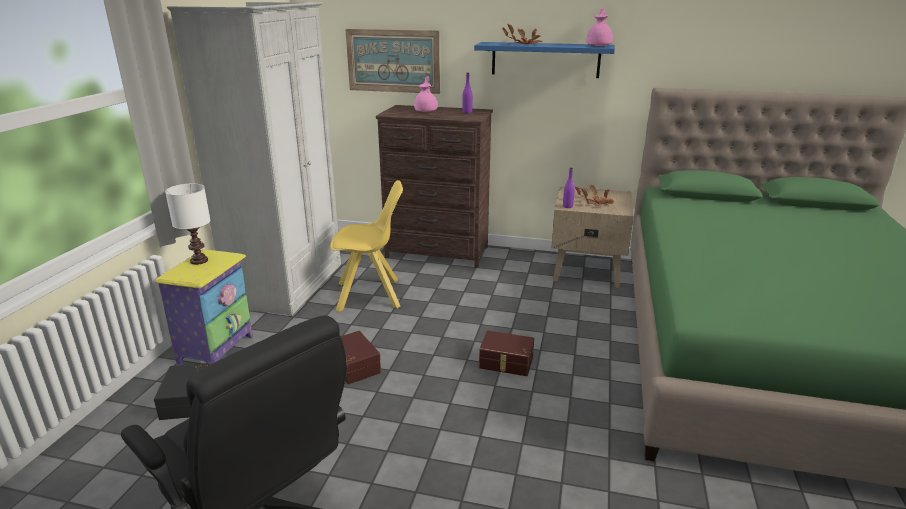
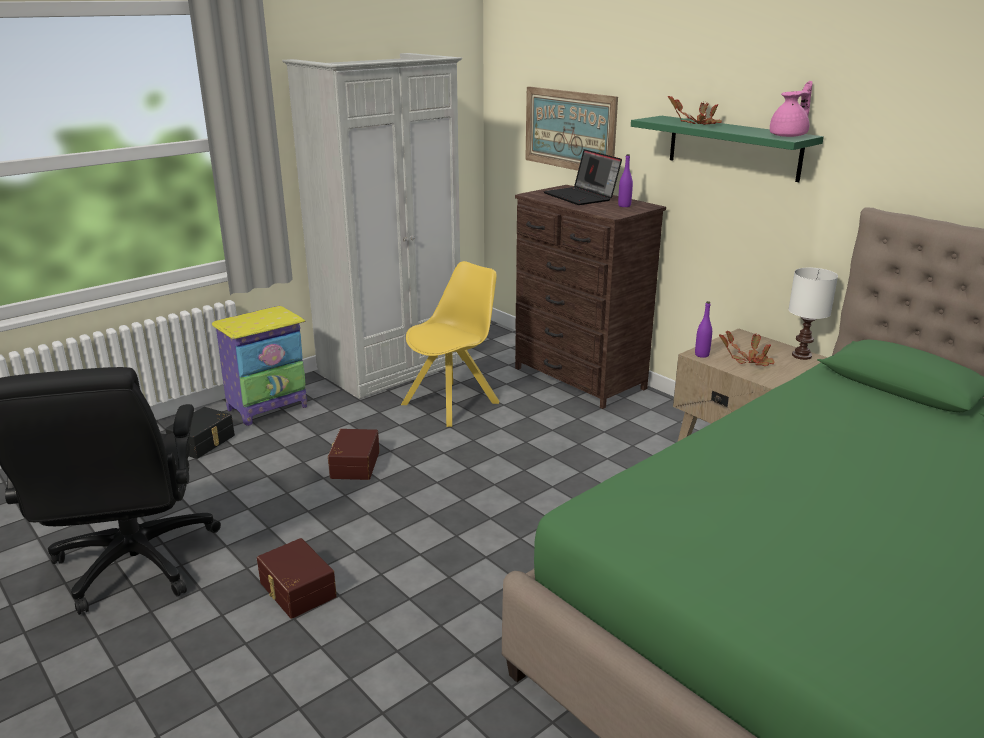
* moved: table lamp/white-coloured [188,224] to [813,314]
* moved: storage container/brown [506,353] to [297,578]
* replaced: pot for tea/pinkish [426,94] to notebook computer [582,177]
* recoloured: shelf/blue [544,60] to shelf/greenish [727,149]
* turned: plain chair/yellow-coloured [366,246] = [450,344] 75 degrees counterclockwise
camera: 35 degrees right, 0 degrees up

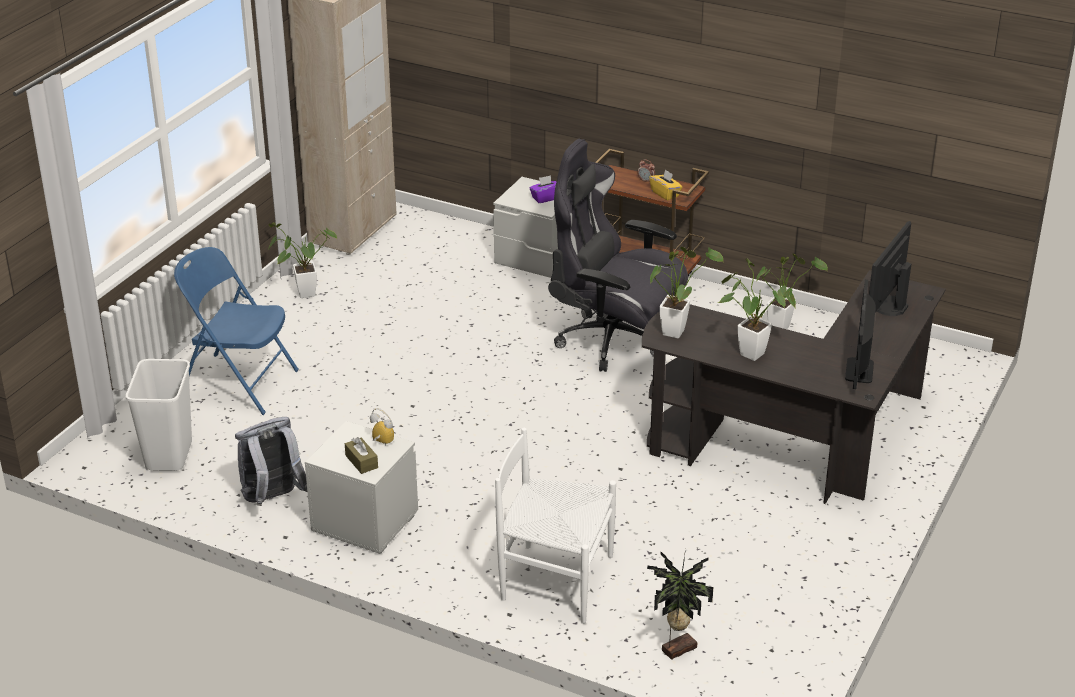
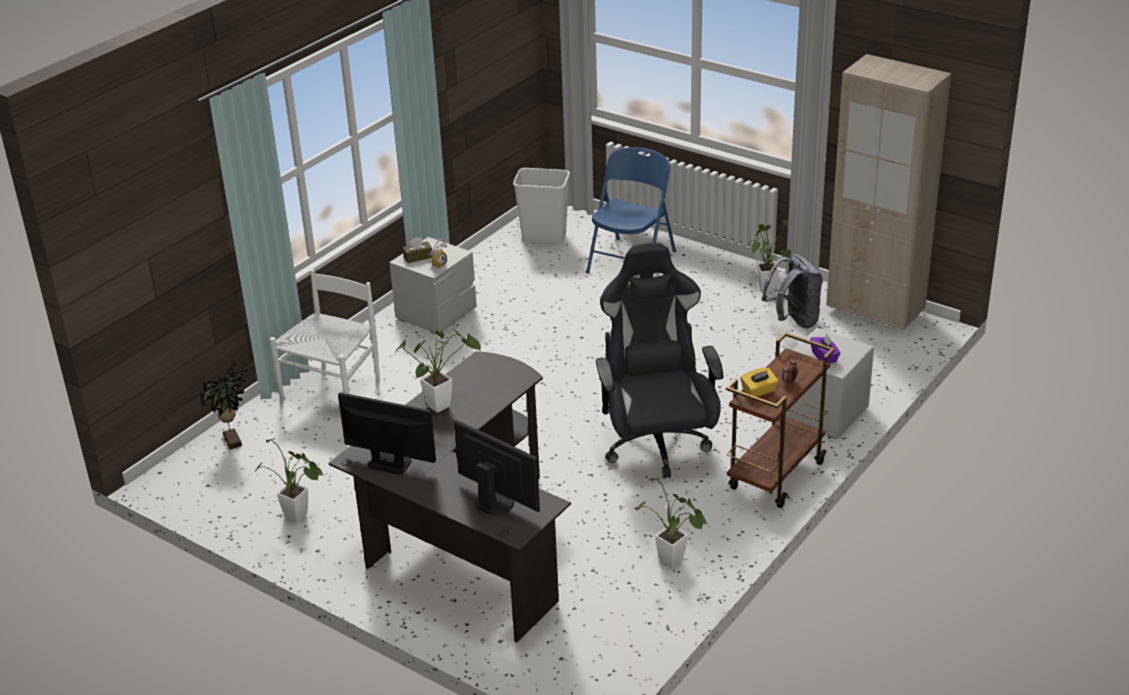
* moved: backpack/grey [271,461] to [792,291]
* moved: plant in a pot [686,292] to [289,480]
* turned: office chair/black [618,255] = [659,360] 45 degrees counterclockwise
camera: 100 degrees right, 0 degrees up

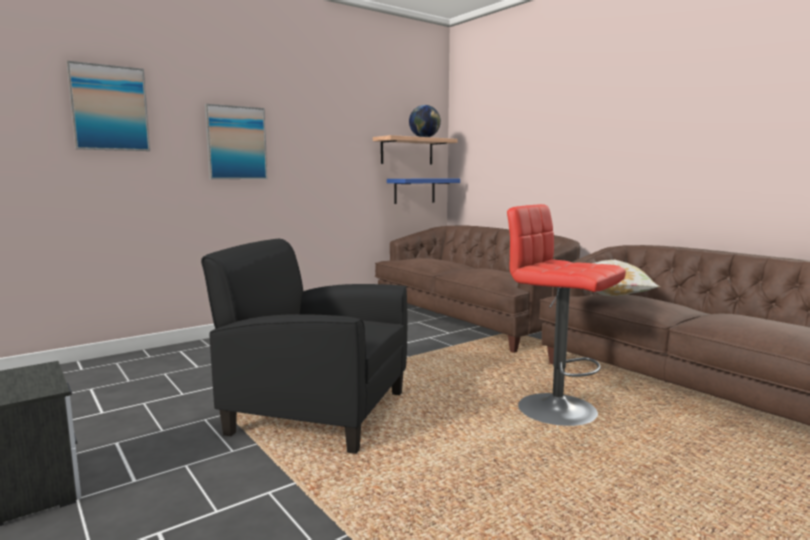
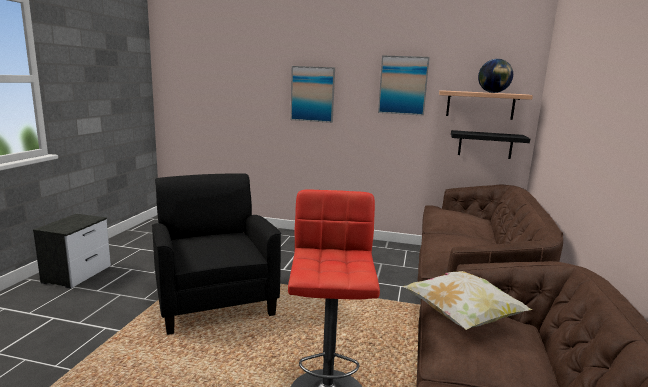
* moved: wall picture [108,106] to [403,85]
* recoloured: shelf/blue [423,191] to shelf/black [490,144]
camera: 50 degrees right, 5 degrees up

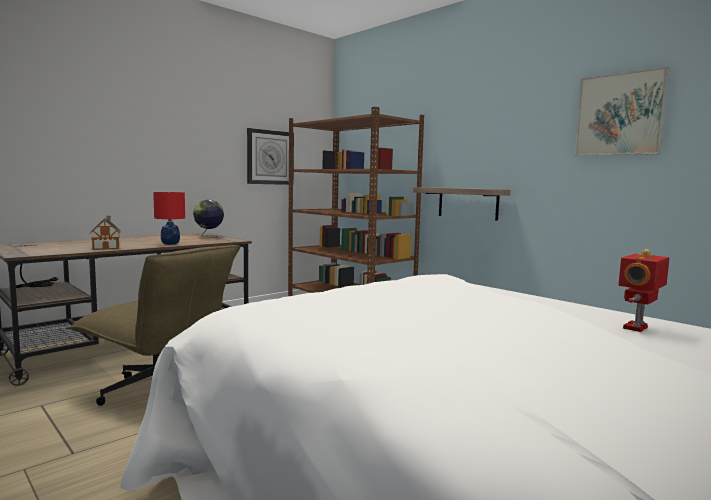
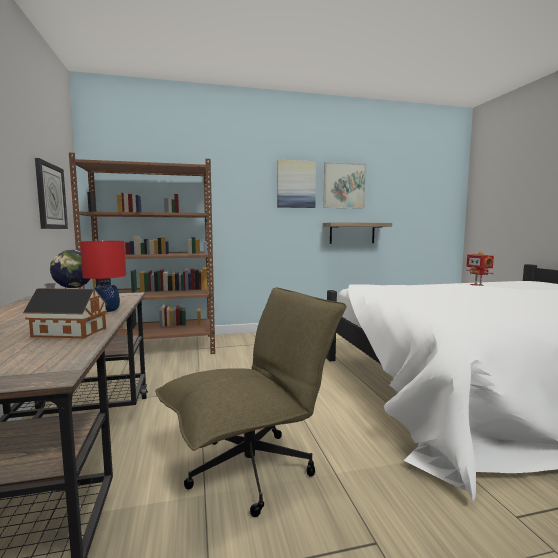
* added: wall picture [296,184]
* moved: shelf [461,204] to [357,233]
camera: 60 degrees left, 0 degrees up

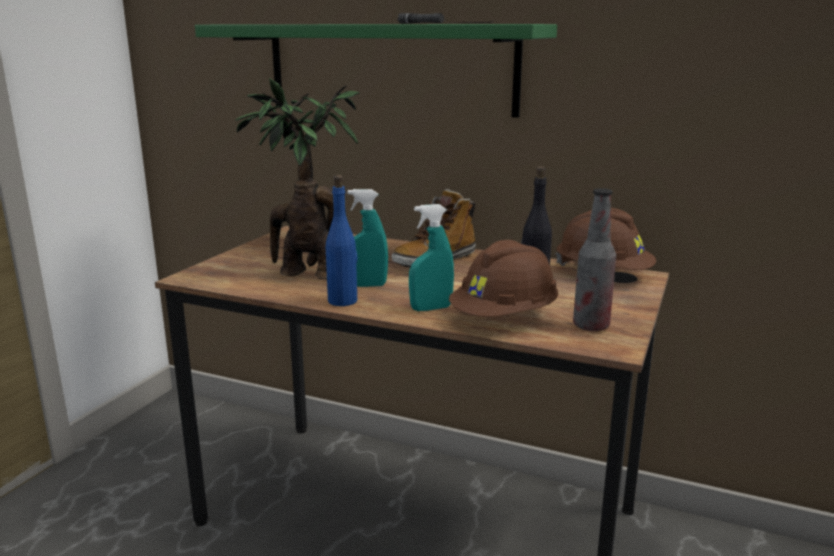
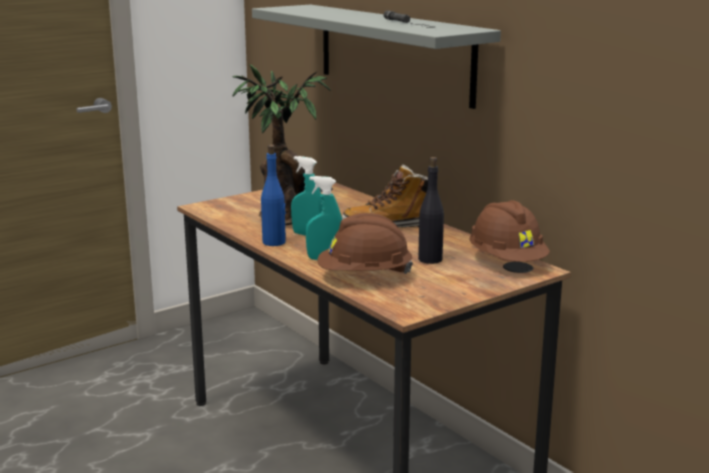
* removed: bottle [594,259]
* recoloured: shelf/greenish [376,71] to shelf/grey [376,56]
camera: 30 degrees right, 0 degrees up

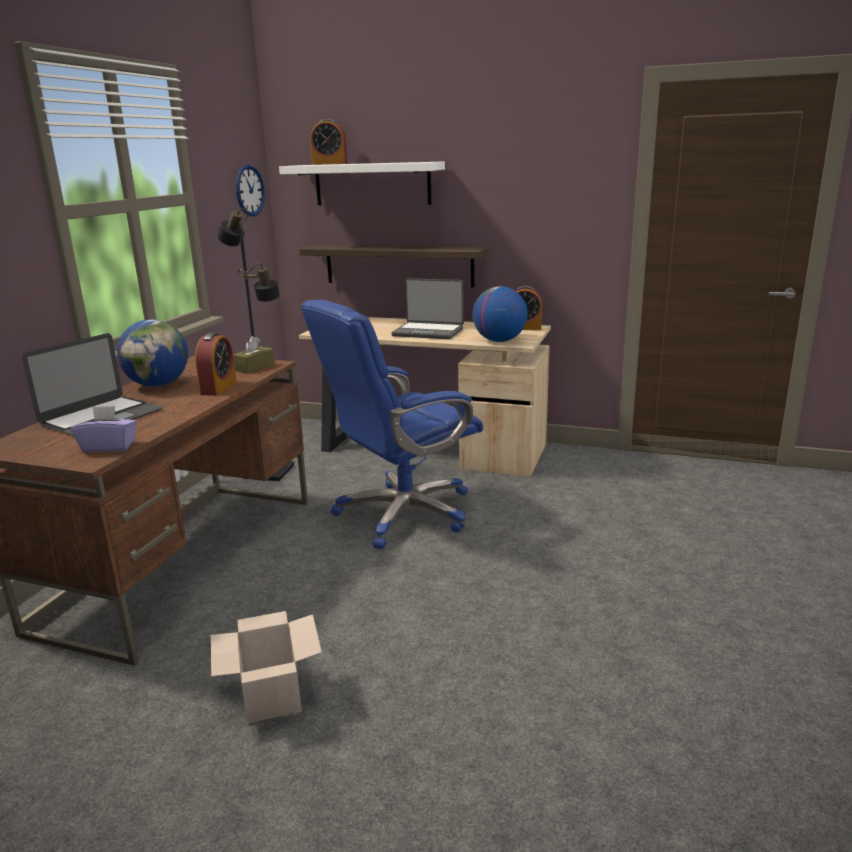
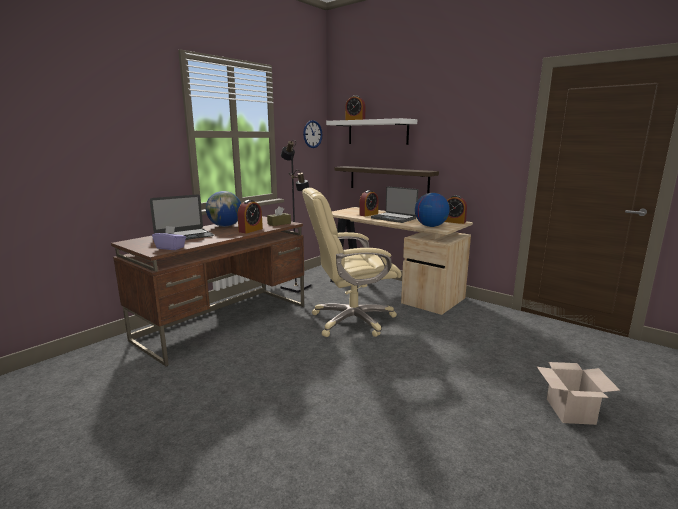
* added: table clock [368,203]
* moved: cardboard box [266,667] to [578,393]
* recoloured: office chair/blue [392,424] to office chair/beige [352,262]
camera: 20 degrees right, 5 degrees down

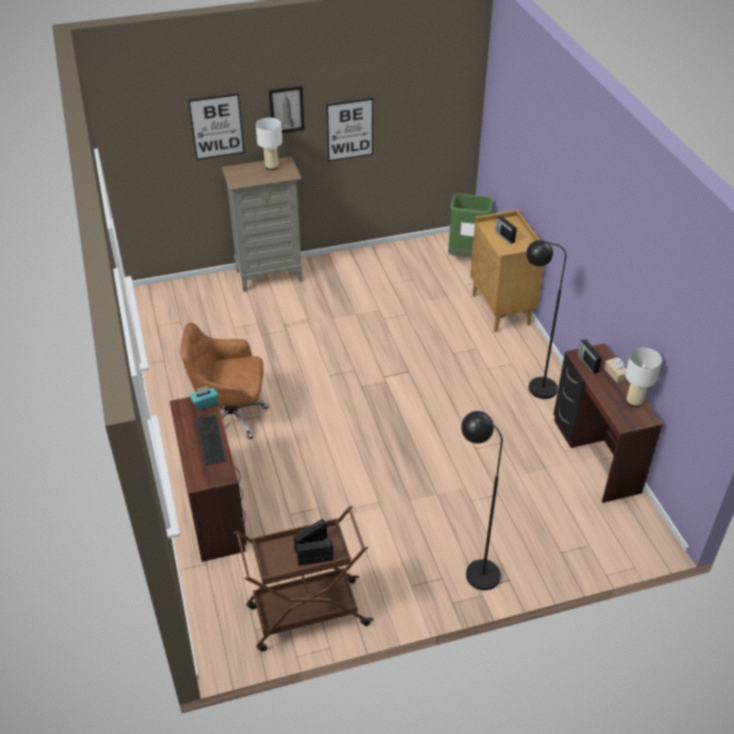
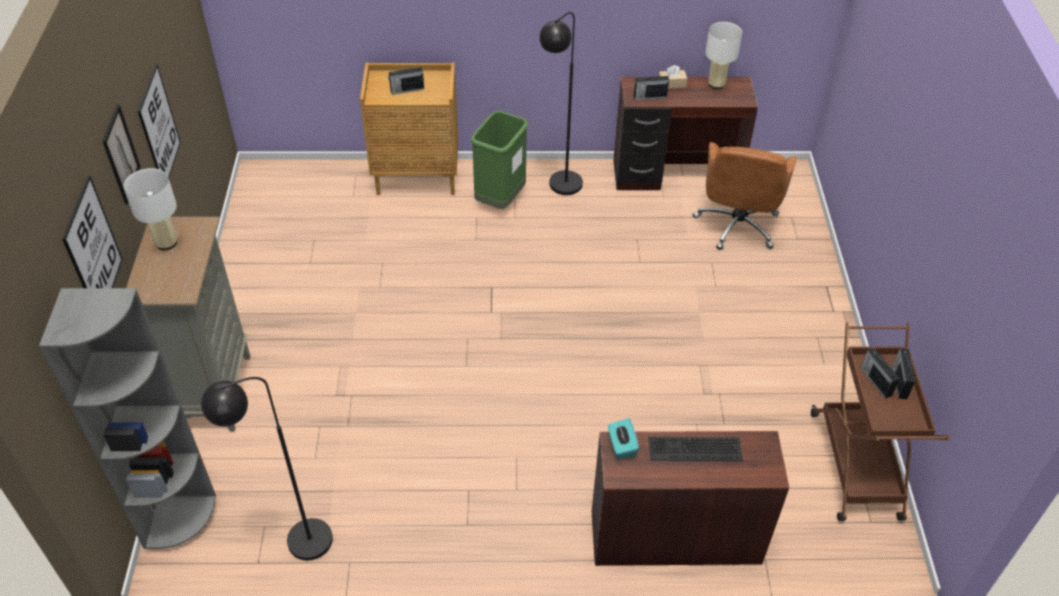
* added: bookshelf/grey [127,418]
* moved: office chair/brown [224,381] to [745,196]
* moved: trash can/greenish [470,226] to [499,160]
* moved: floor lamp/black [482,500] to [267,468]
camera: 75 degrees left, 5 degrees up

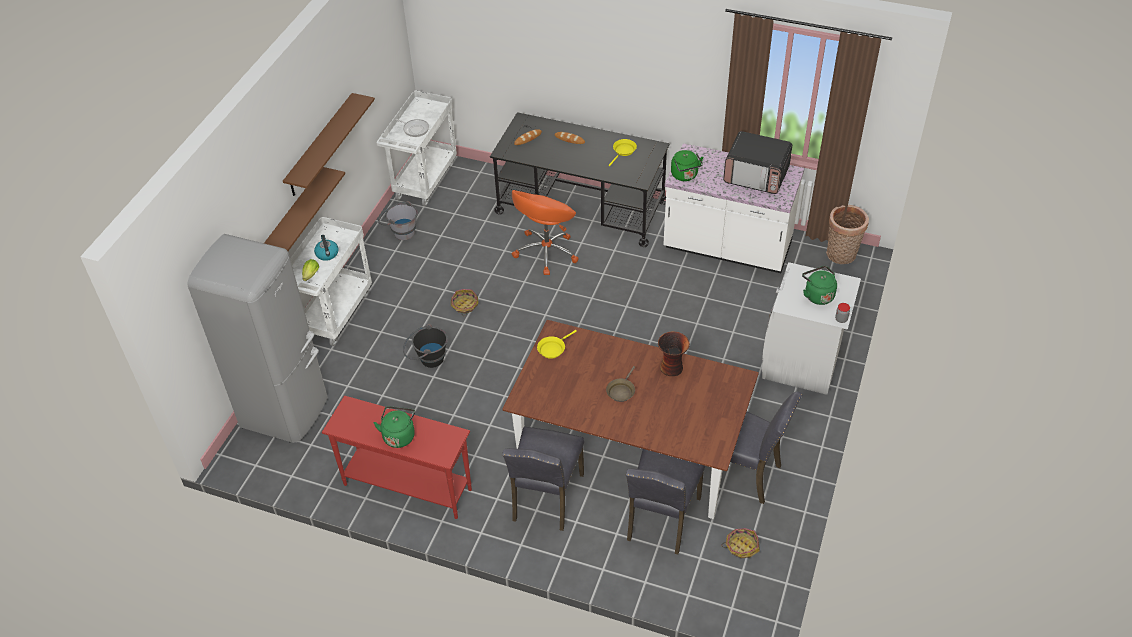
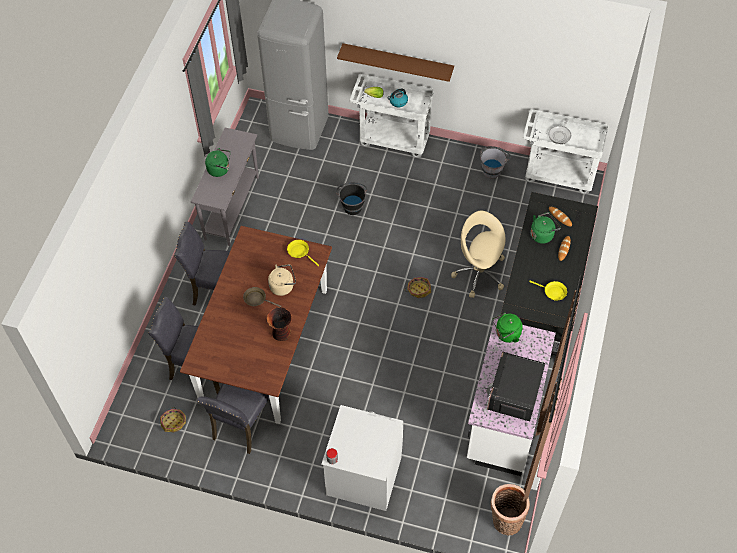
* removed: shelf/brown [329,144]
* added: water kettle/beige [282,280]
* moved: basket [465,302] to [418,287]
* moved: water kettle/greenish [819,285] to [545,228]
* recoloured: hall table/red-coloured [397,457] to hall table/grey [225,187]
* recoloured: office chair/orange [545,232] to office chair/beige [478,254]
camera: 85 degrees right, 10 degrees up

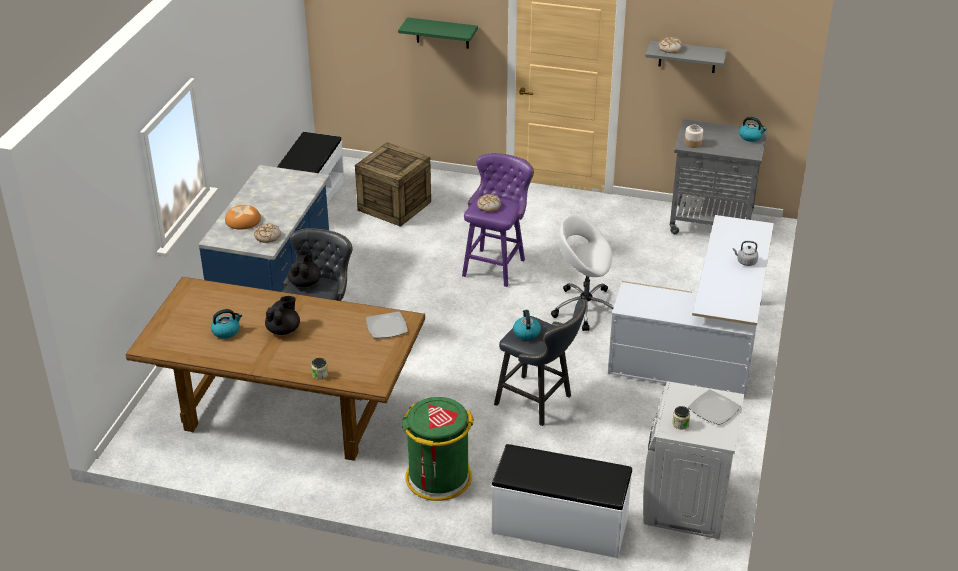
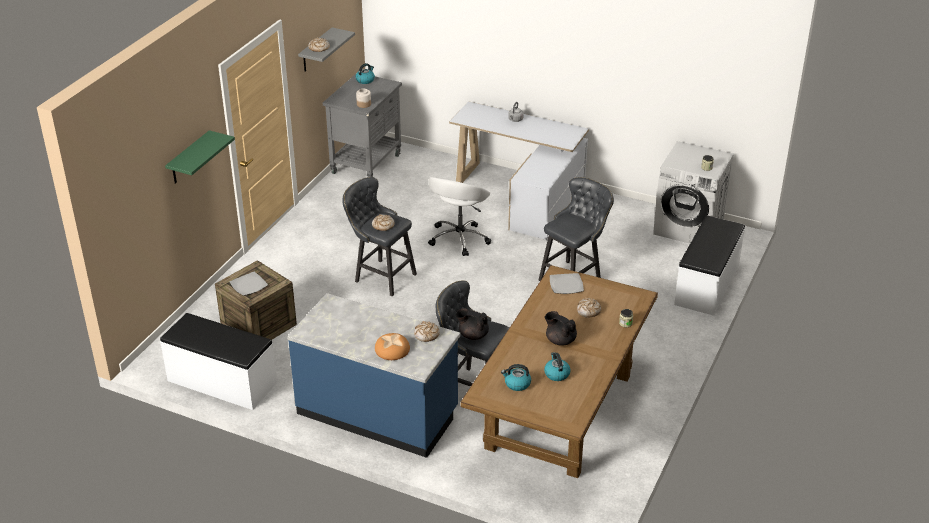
* removed: trash can/greenish [437,449]
* added: bread [589,308]
* moved: water kettle [527,325] to [516,377]
* moved: plate [714,407] to [249,284]
* recoloured: sitting stool/purplish [498,220] to sitting stool/grey [380,236]
camera: 80 degrees left, 0 degrees up

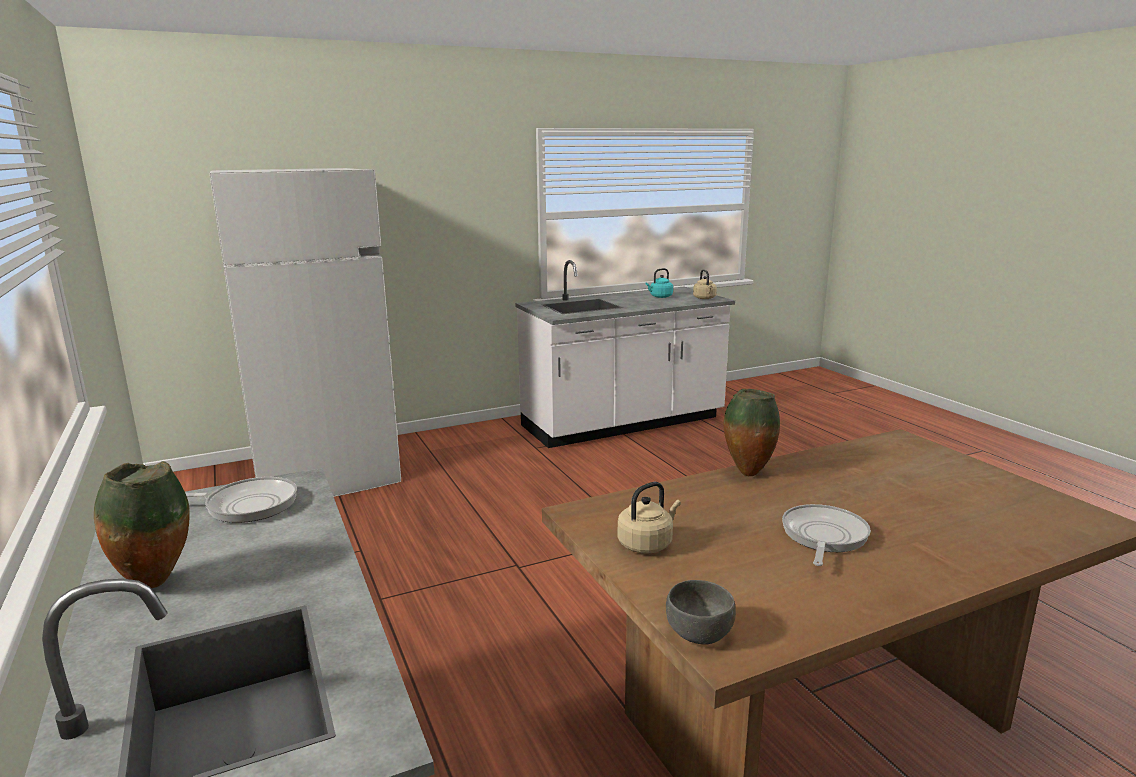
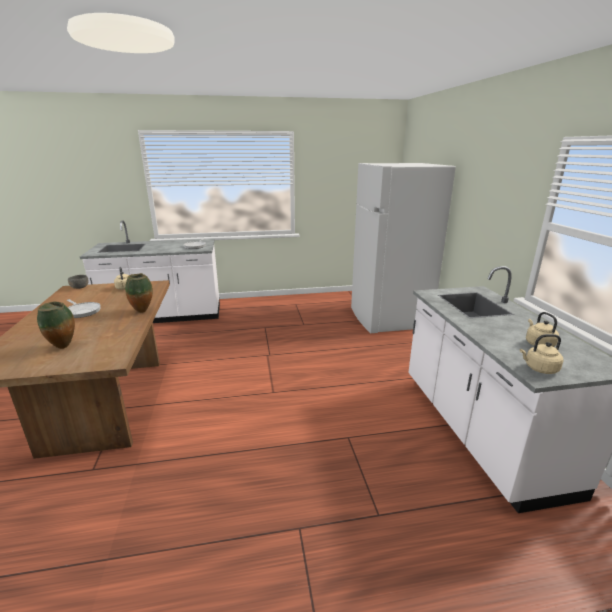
* moved: vase [142,524] to [56,325]
* recoloured: water kettle/blue-green [659,283] to water kettle/beige [542,329]
camera: 105 degrees right, 5 degrees up

